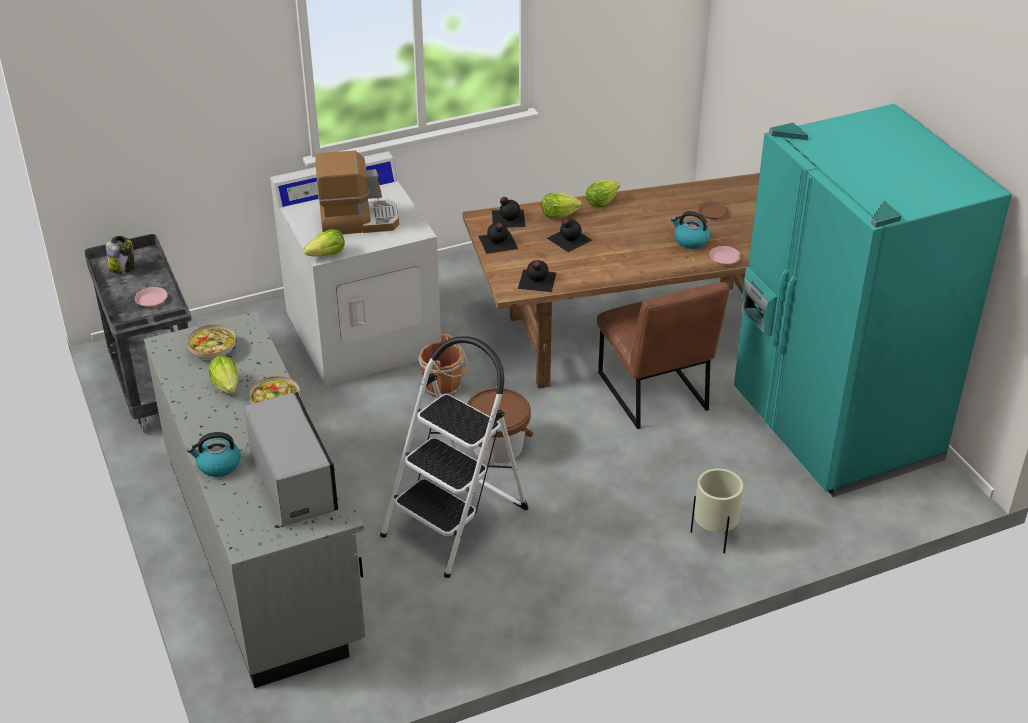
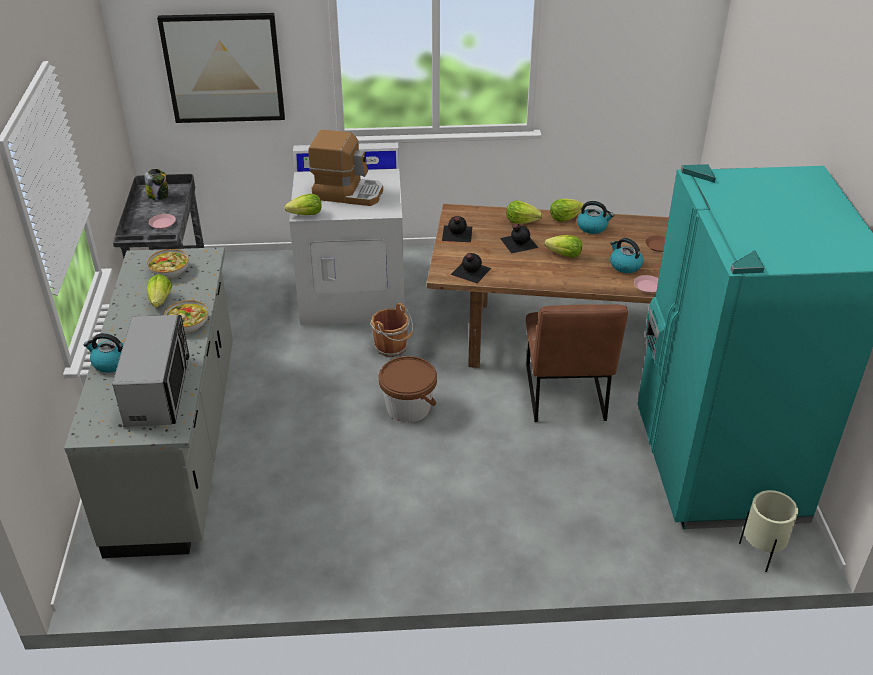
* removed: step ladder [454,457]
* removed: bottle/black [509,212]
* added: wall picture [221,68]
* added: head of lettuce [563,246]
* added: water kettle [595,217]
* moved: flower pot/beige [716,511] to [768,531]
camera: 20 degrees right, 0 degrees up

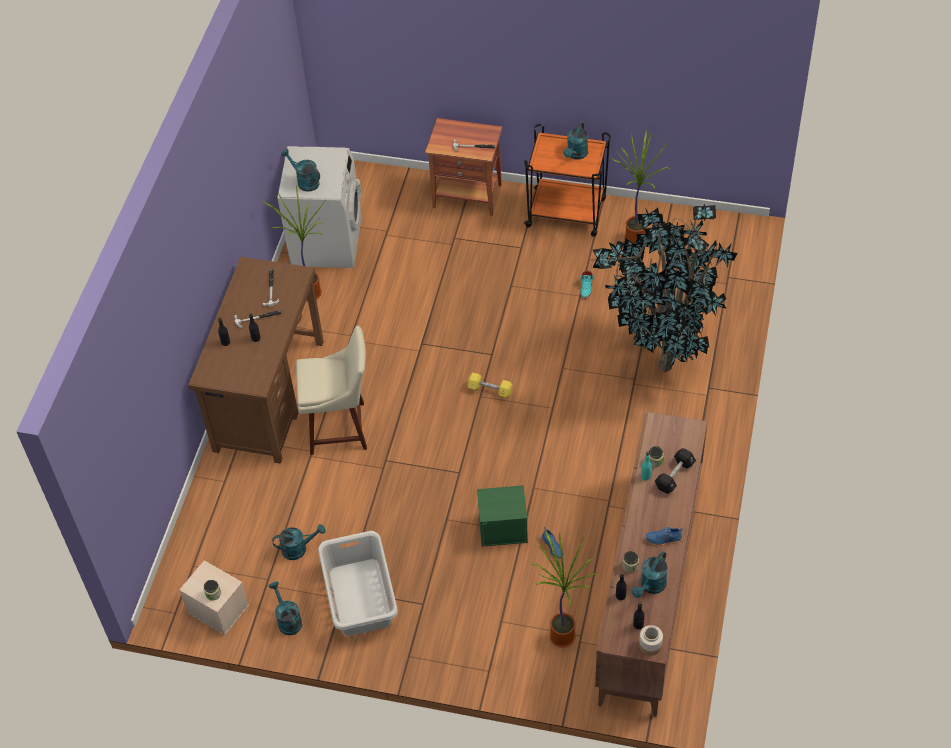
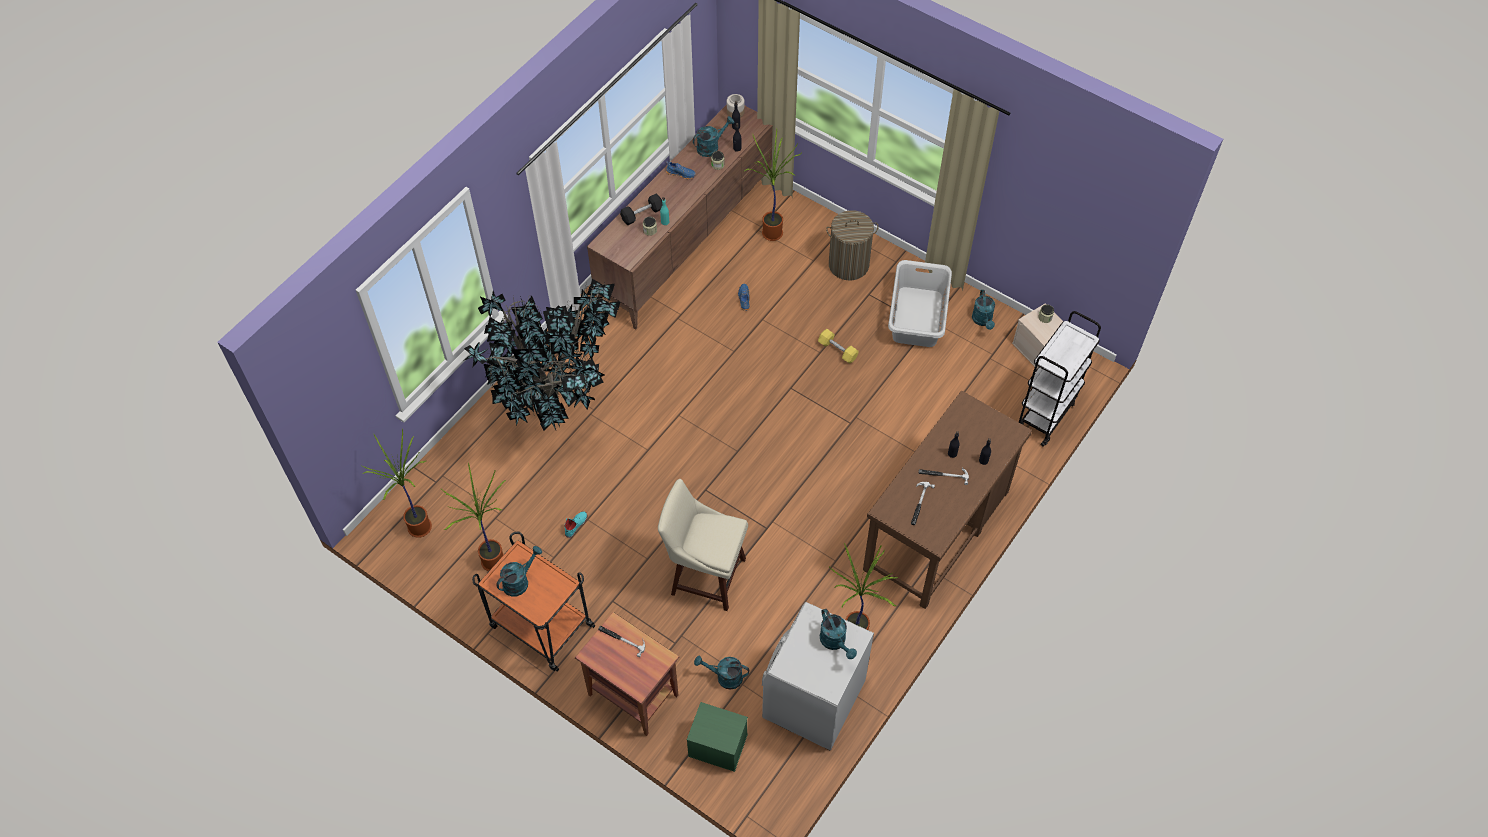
* added: plant in a pot [397,483]
* added: washing basket [852,245]
* added: trolley/white-coloured [1060,379]
* moved: sprinkling can/blue-green [299,542] to [721,673]
* moved: sitting stool/beige [331,390] to [703,545]
* moved: free weight/yellow-coloured [490,385] to [838,346]
* moved: storage container/greenish [502,516] to [717,737]
camera: 160 degrees left, 5 degrees up

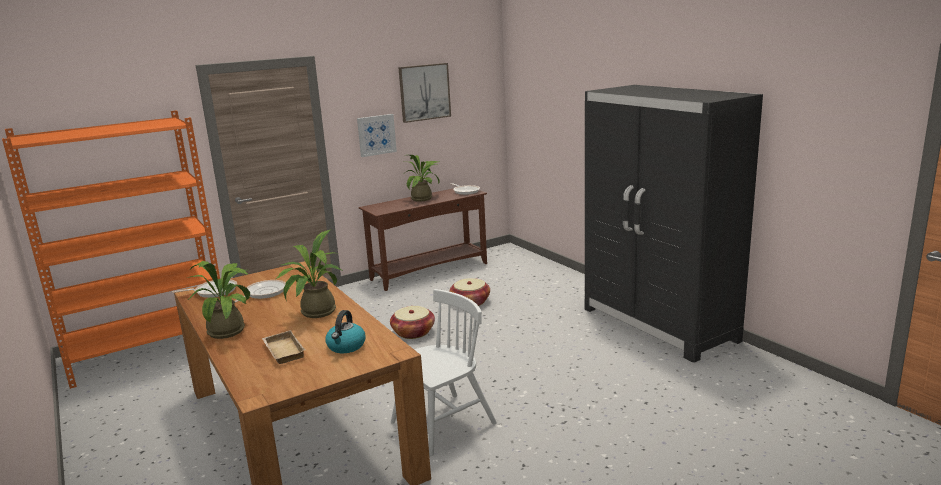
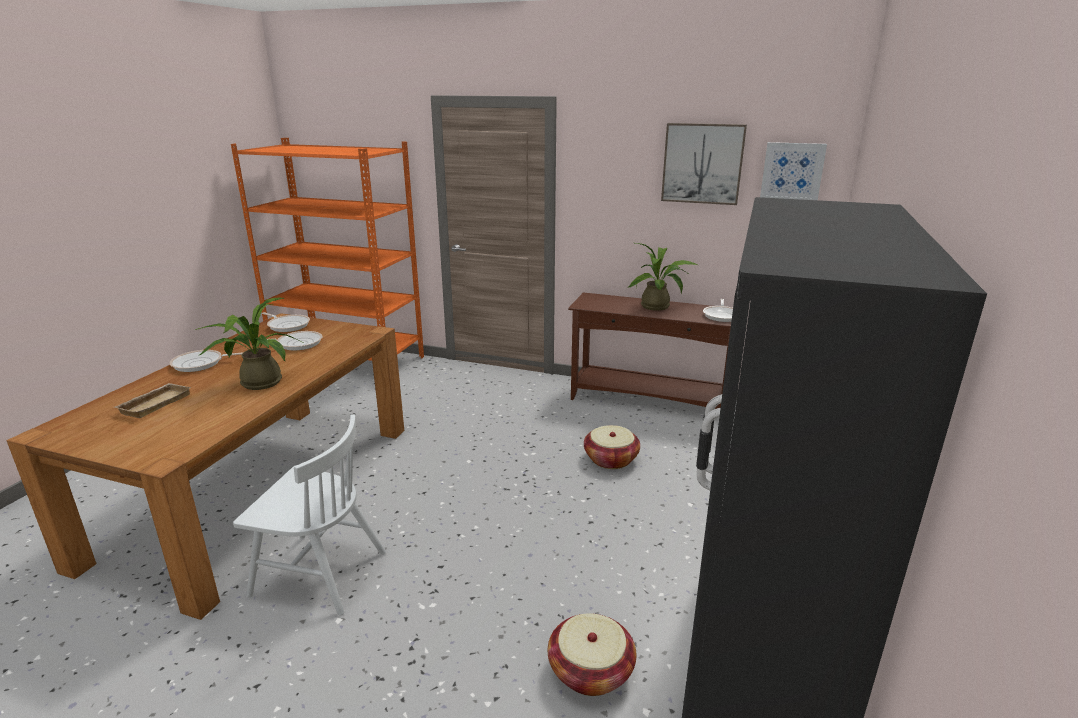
* removed: water kettle [345,331]
* moved: wall picture [377,135] to [793,171]
* moved: basket [412,322] to [592,654]
* replaced: plant in a pot [218,300] to pan [206,361]
camera: 50 degrees right, 5 degrees up

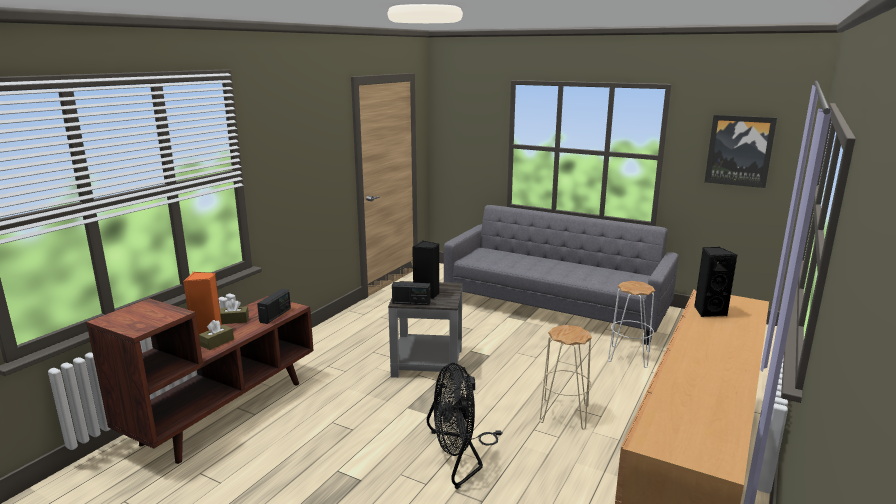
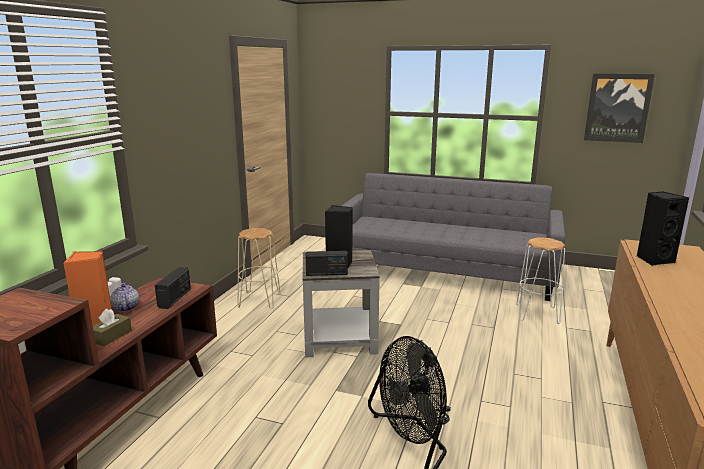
* moved: sitting stool/beige [566,377] to [259,268]
* replaced: tissue box/brown [234,311] to pot for tea [124,297]
camera: 10 degrees left, 0 degrees up

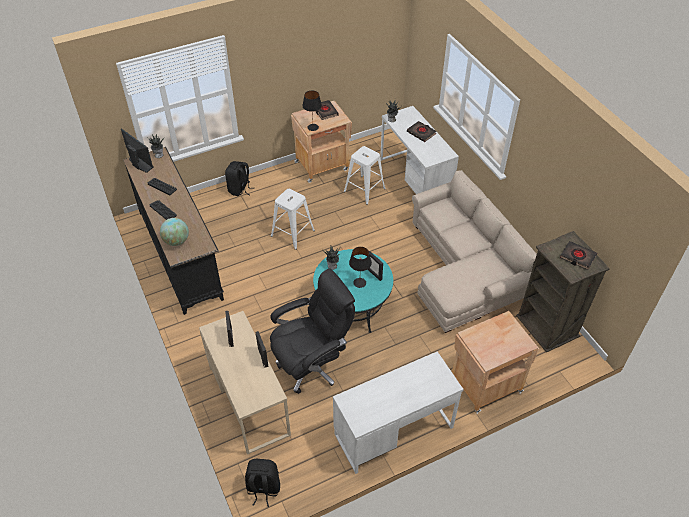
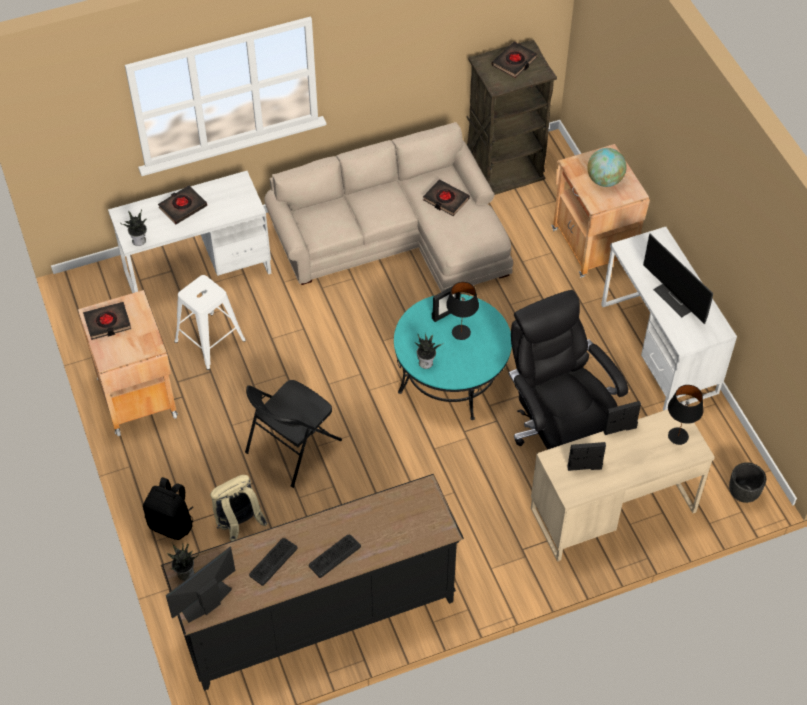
* added: backpack/beige [239,508]
* added: book/black [446,198]
* added: computer screen [678,279]
* moved: globe [174,232] to [607,167]
* moved: table lamp/black [312,111] to [686,415]
* replaced: backpack/black [262,483] to flower pot/black [747,482]
* replaced: sitting stool/white-coloured [293,219] to plain chair/black [293,434]
camera: 85 degrees left, 5 degrees up

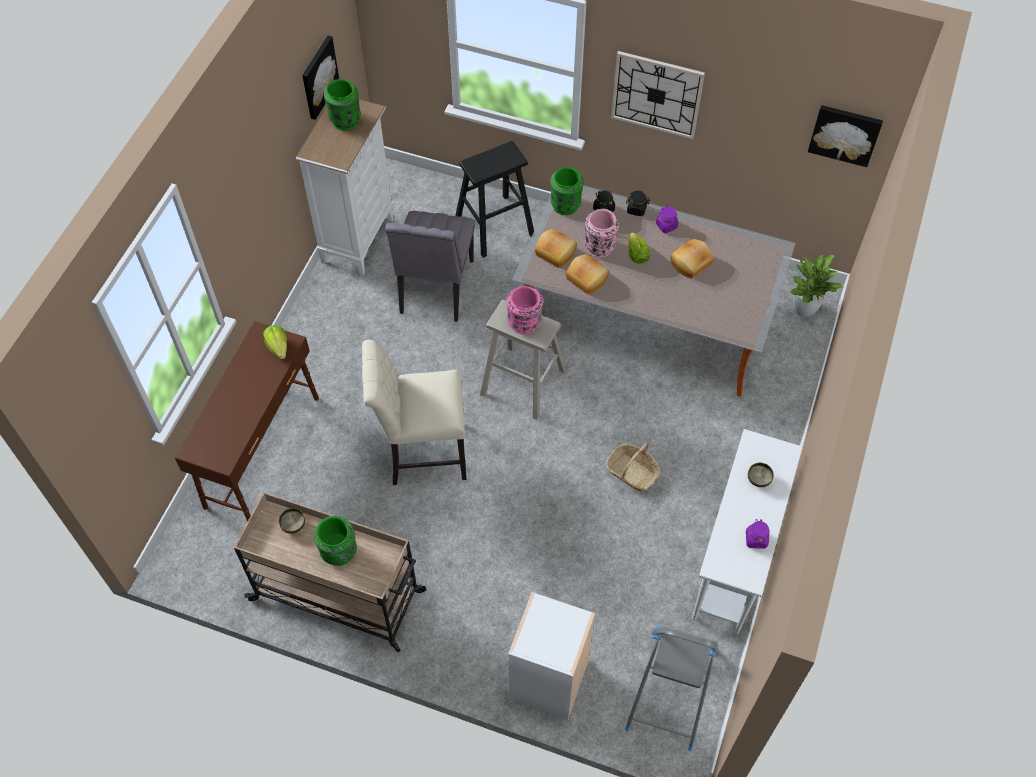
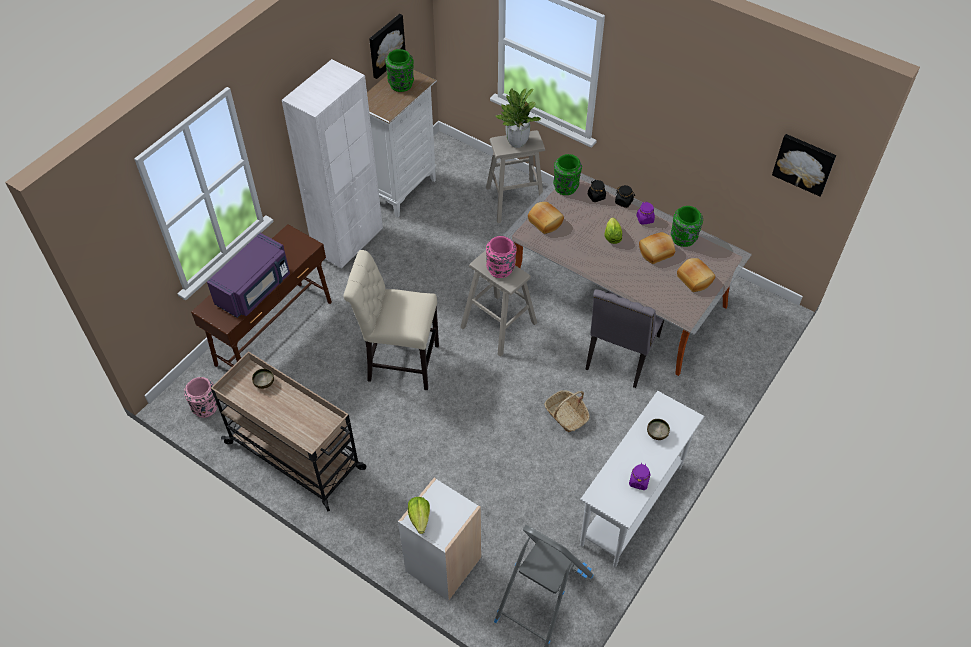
* removed: clock on the wall [658,95]
* added: kitchen microwave/purplish [248,275]
* added: cabinet/white-coloured [332,164]
* moved: head of lettuce [275,342] to [419,515]
* moved: vase/greenish [335,541] to [687,226]
* moved: plain chair/grey [430,266] to [625,338]
* moved: bread [587,274] to [696,275]
* moved: vase/pinkish [601,233] to [200,397]
* moved: plant in a pot [816,286] to [518,118]
* recoloured: sitting stool/black [494,199] to sitting stool/beige [515,176]
camera: 15 degrees right, 5 degrees down

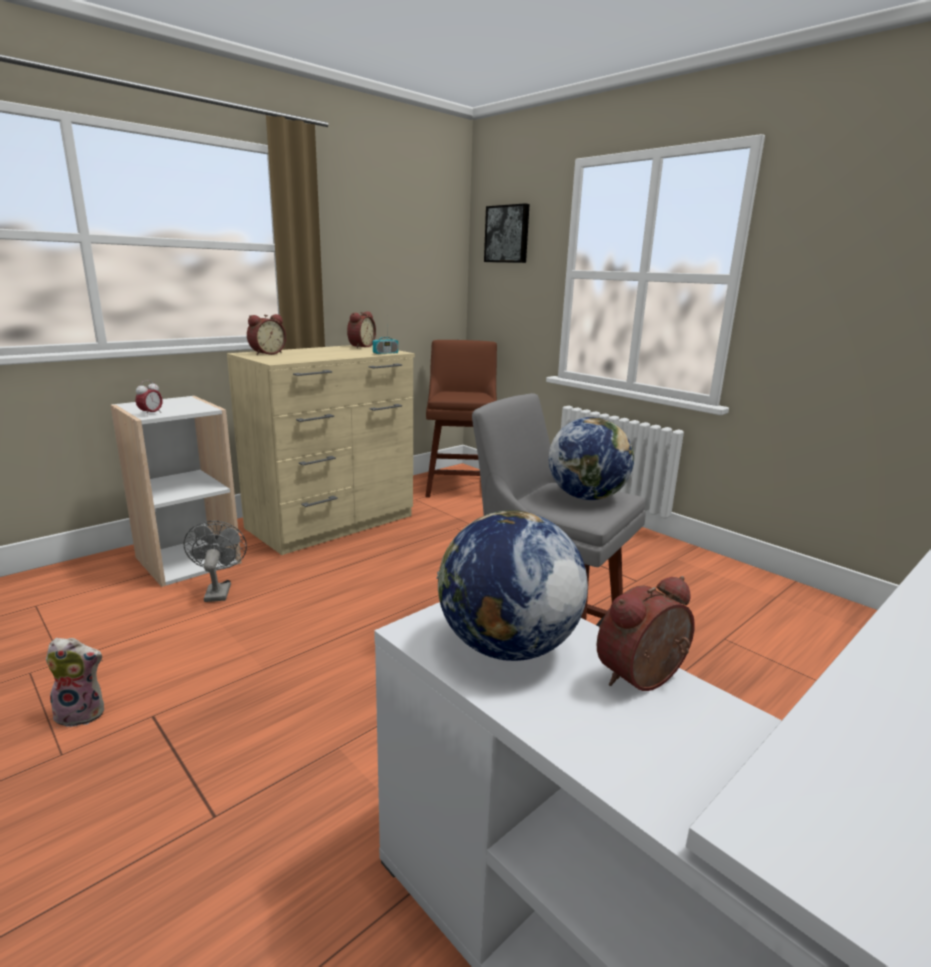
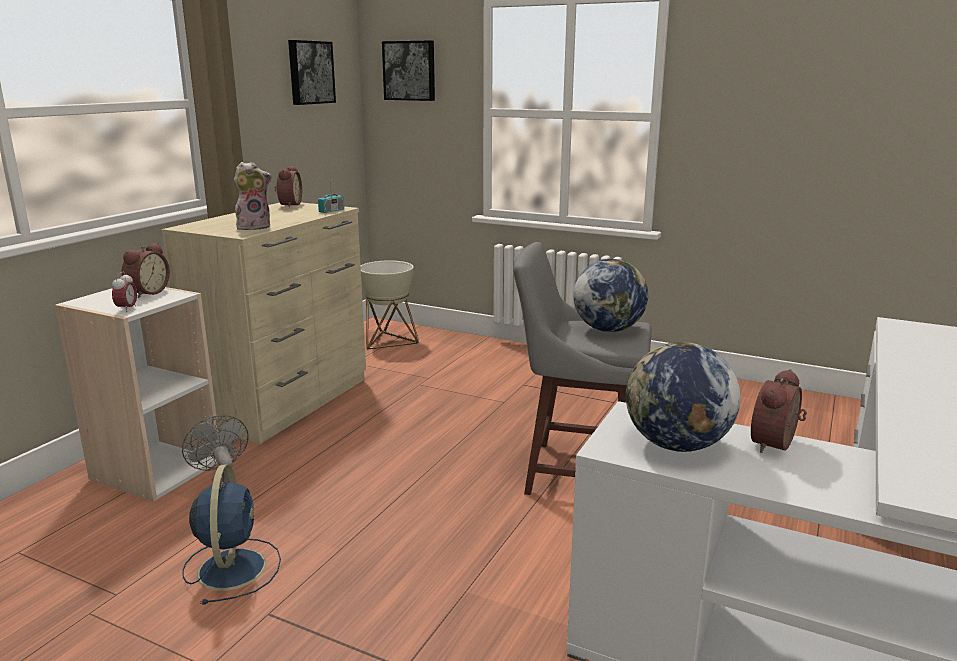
* added: electric fan/blue [231,534]
* added: wall picture [312,72]
* moved: soft toy [75,683] to [253,196]
* moved: table clock [266,334] to [145,270]
* replaced: sitting stool/brown [461,418] to flower pot [390,305]
camera: 20 degrees left, 0 degrees up

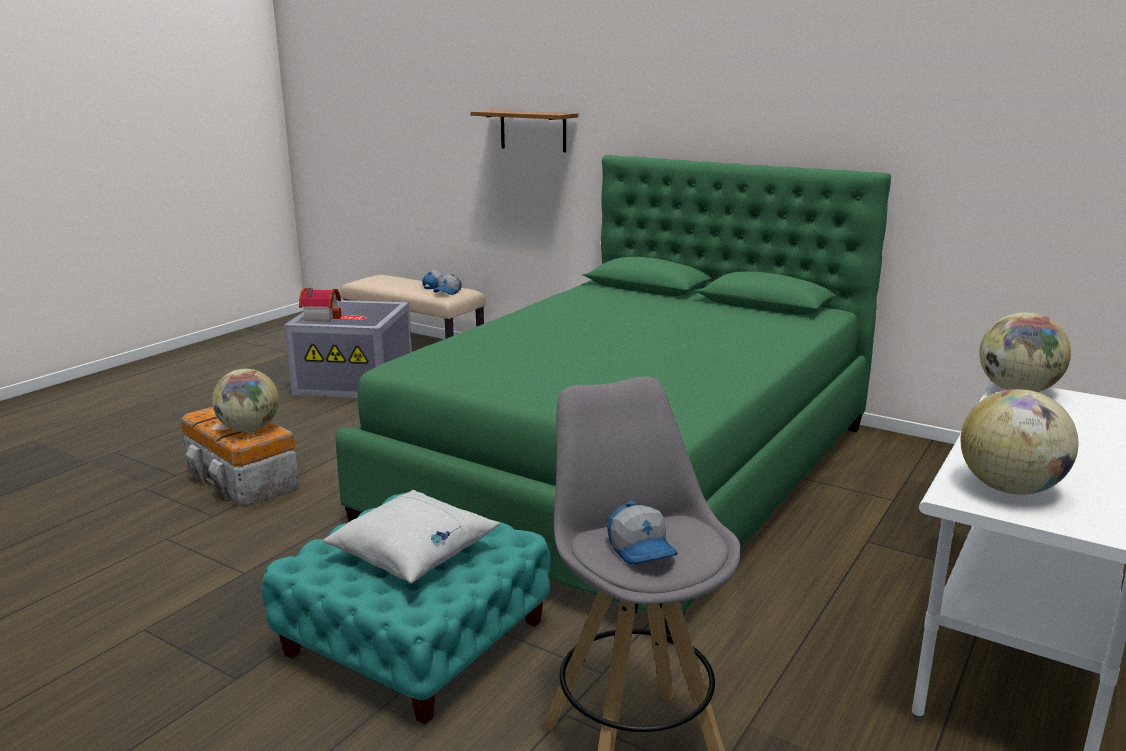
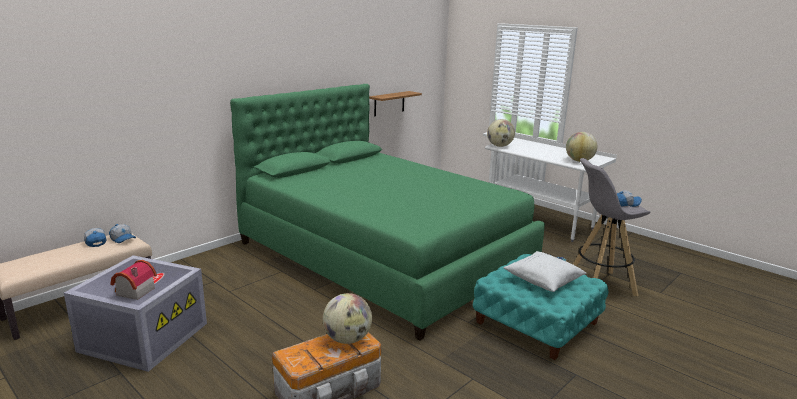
* moved: shelf [524,131] to [395,103]
camera: 80 degrees left, 0 degrees up

